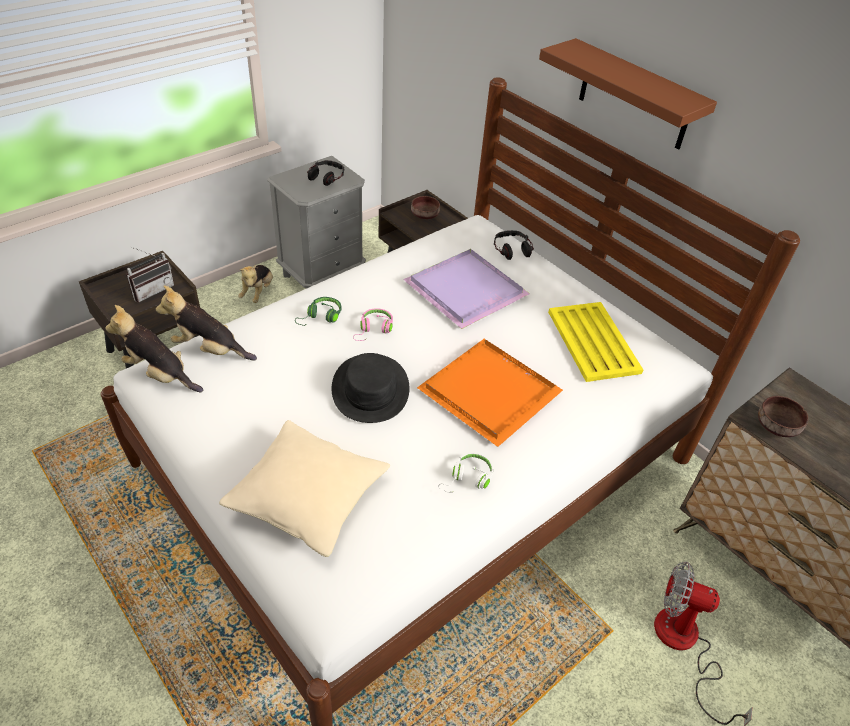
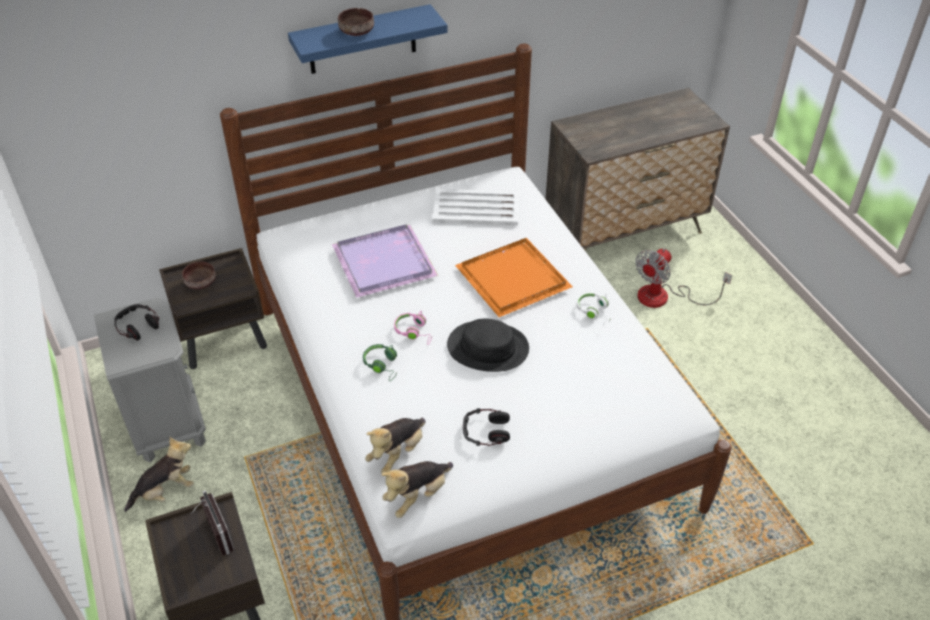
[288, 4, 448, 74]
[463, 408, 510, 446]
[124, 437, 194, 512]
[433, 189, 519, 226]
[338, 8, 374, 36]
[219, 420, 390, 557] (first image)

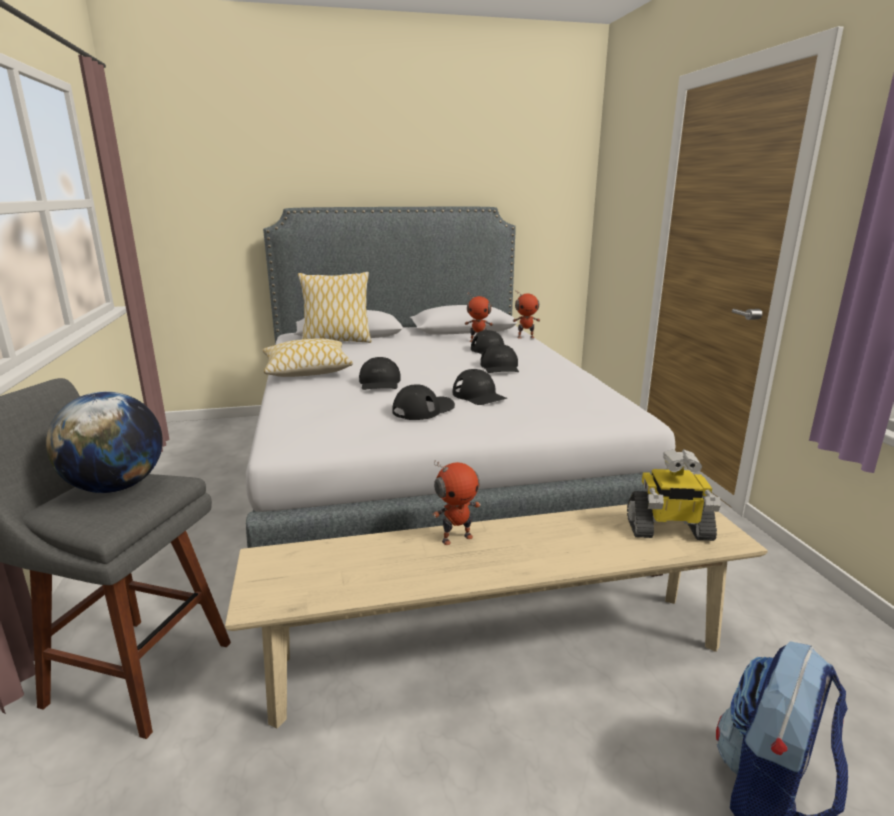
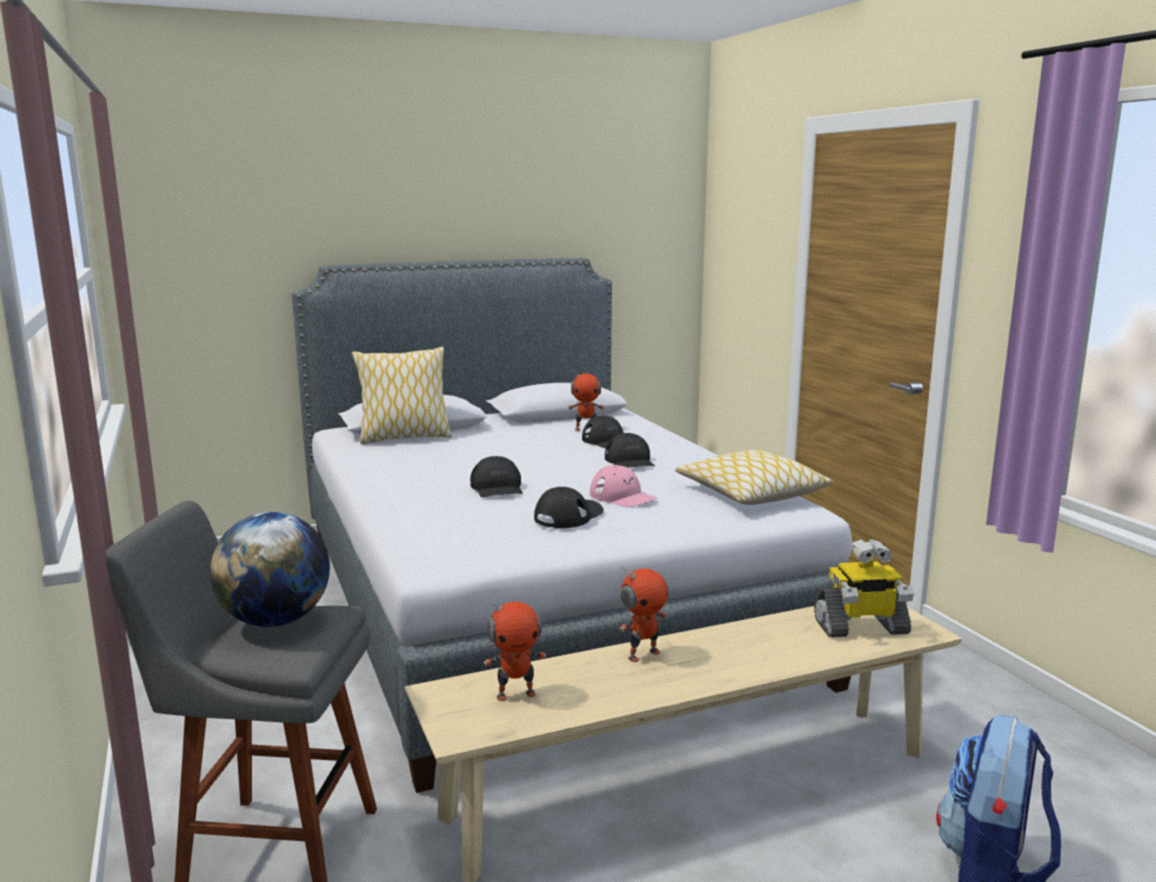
[484, 597, 546, 701]
[675, 450, 833, 505]
[590, 465, 658, 507]

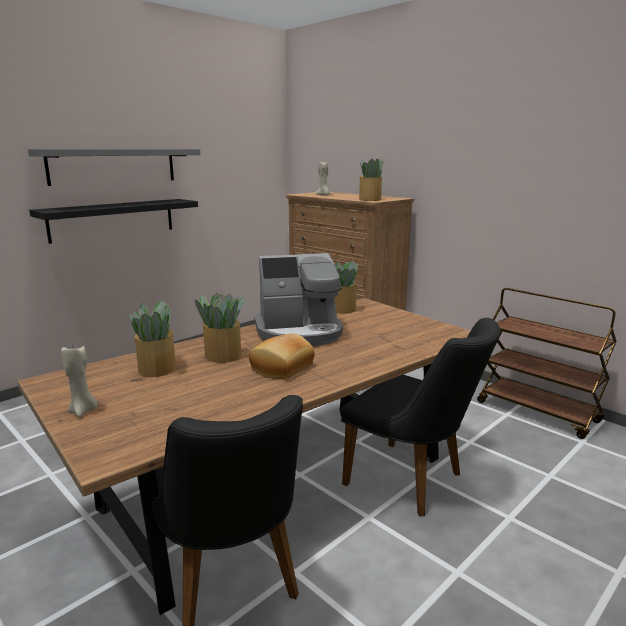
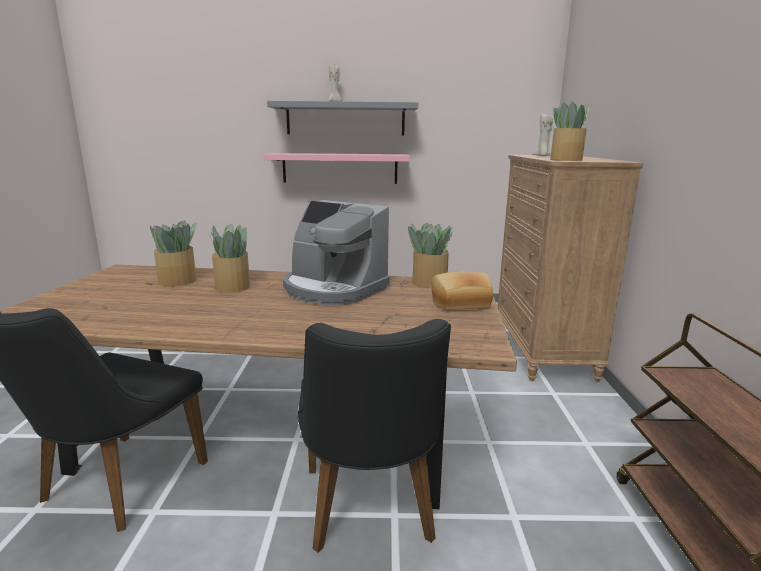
[263, 153, 410, 184]
[431, 271, 493, 310]
[329, 64, 342, 101]

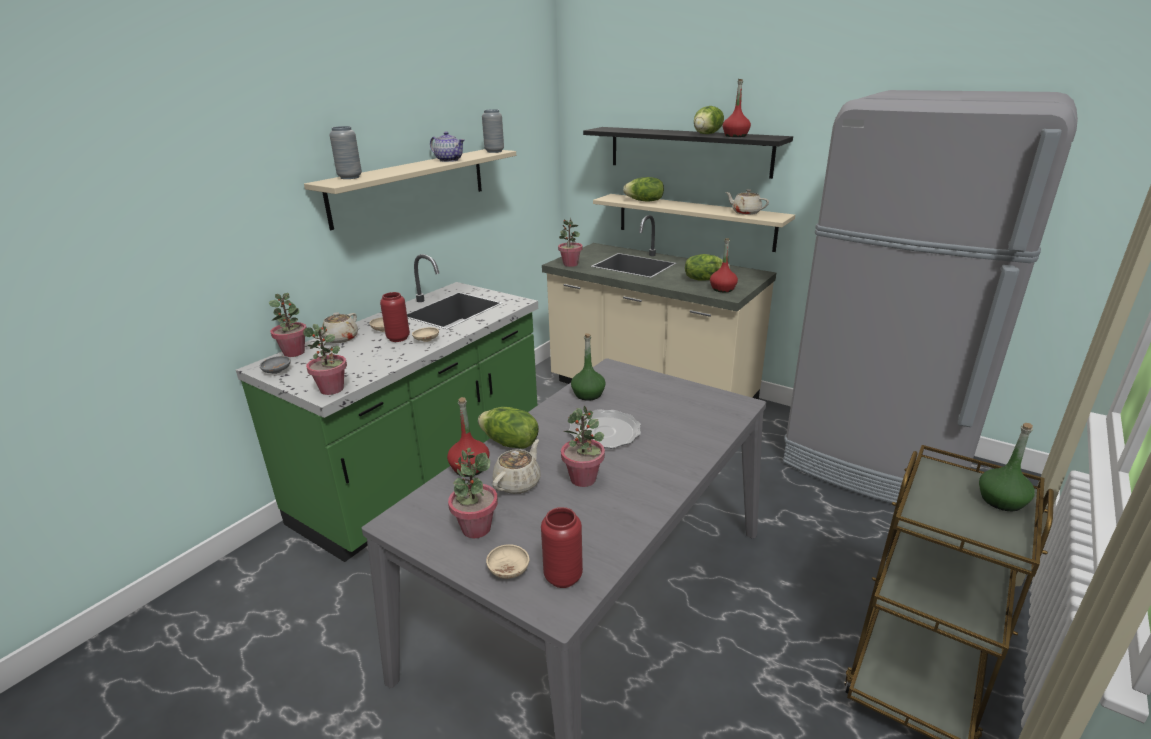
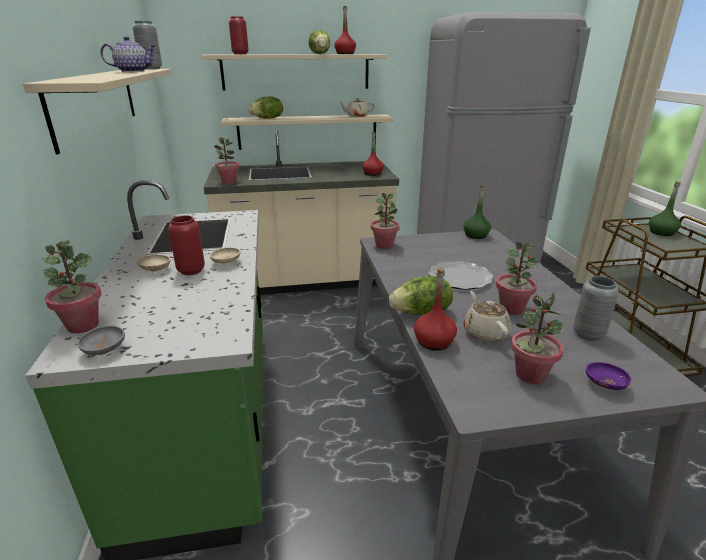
[573, 276, 619, 341]
[202, 54, 387, 91]
[685, 254, 730, 281] (first image)
[321, 312, 358, 343] (first image)
[371, 193, 400, 249]
[463, 185, 491, 239]
[229, 16, 249, 54]
[586, 362, 631, 390]

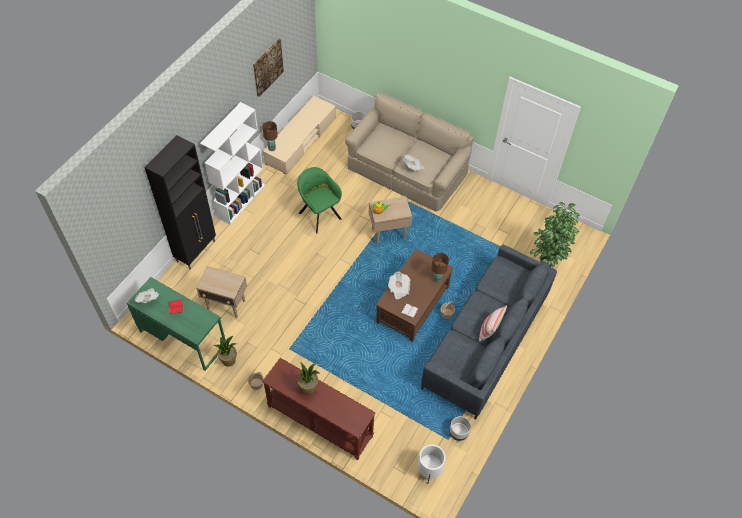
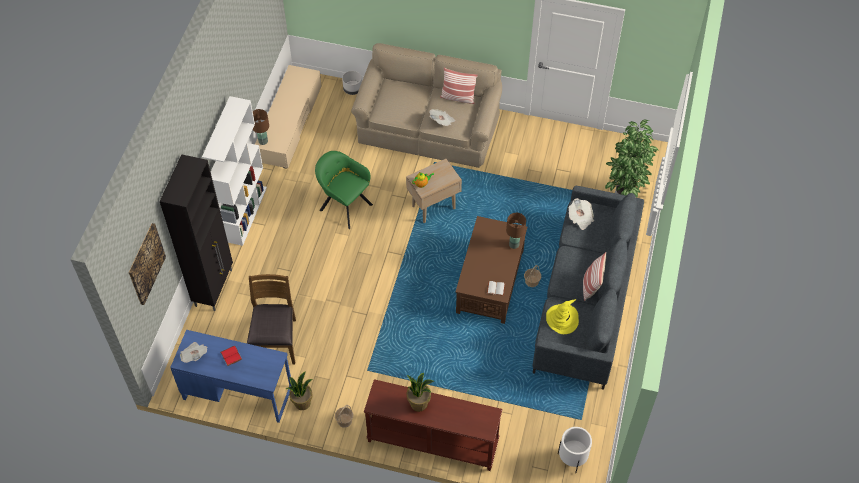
[128, 223, 166, 305]
[247, 274, 296, 365]
[569, 198, 594, 230]
[170, 330, 292, 423]
[449, 416, 471, 441] (first image)
[440, 67, 478, 104]
[546, 299, 579, 334]

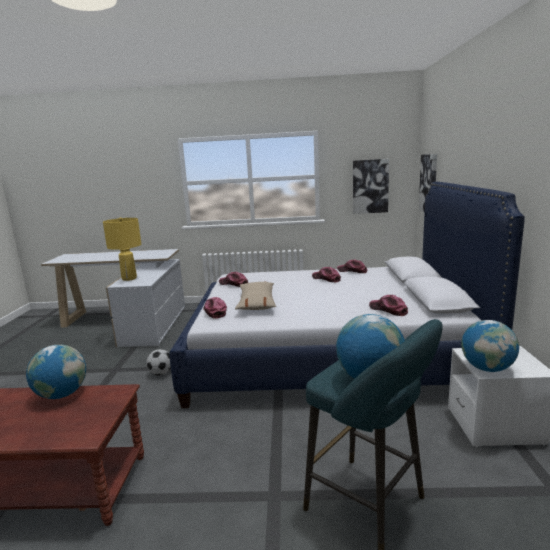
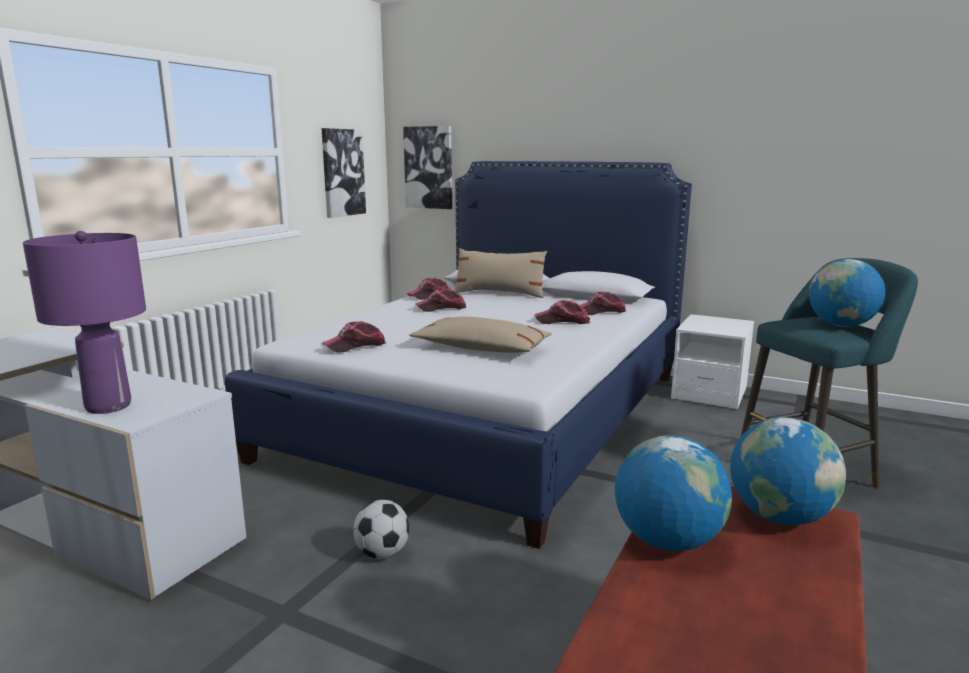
[23, 231, 146, 414]
[534, 300, 590, 324]
[730, 417, 846, 525]
[454, 248, 547, 298]

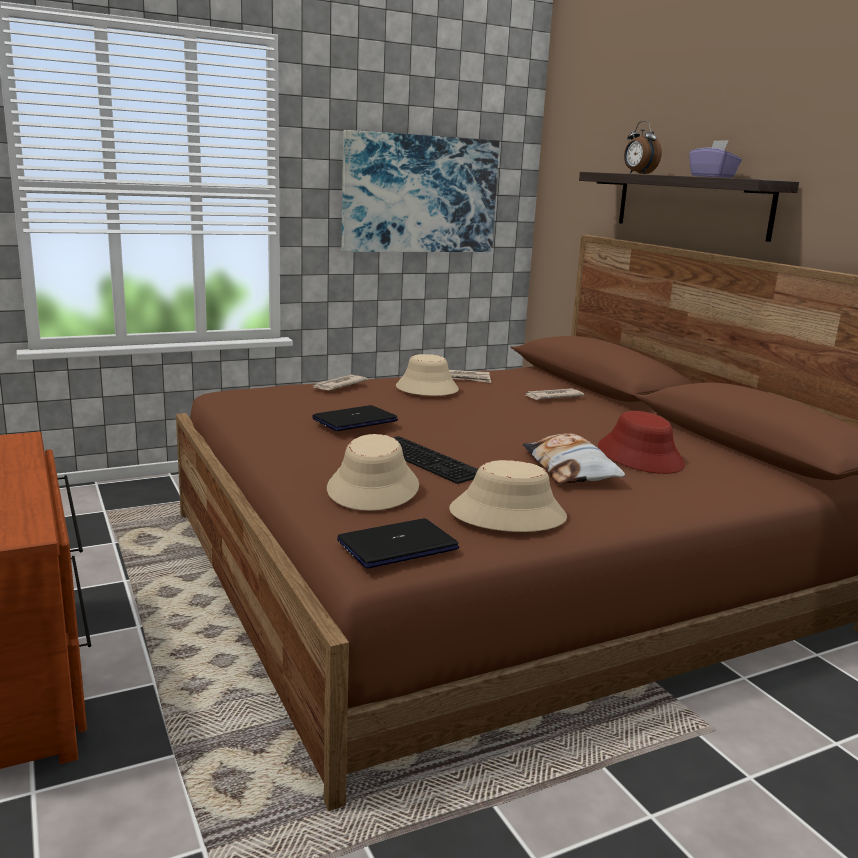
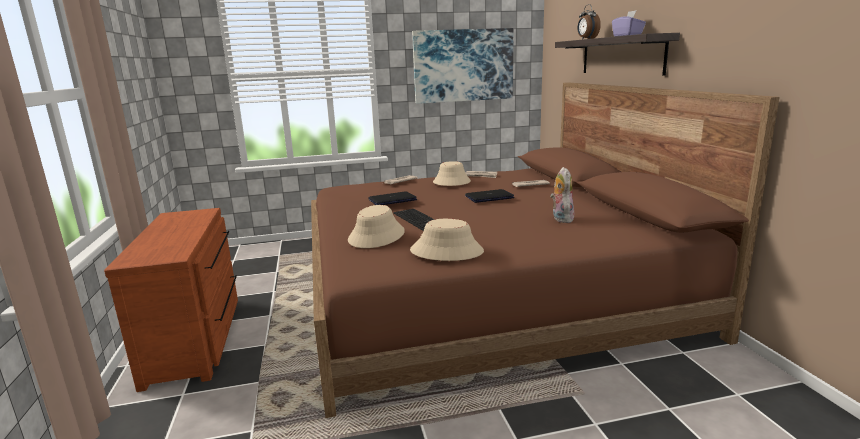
[550, 167, 574, 223]
[522, 433, 625, 484] (first image)
[465, 189, 515, 203]

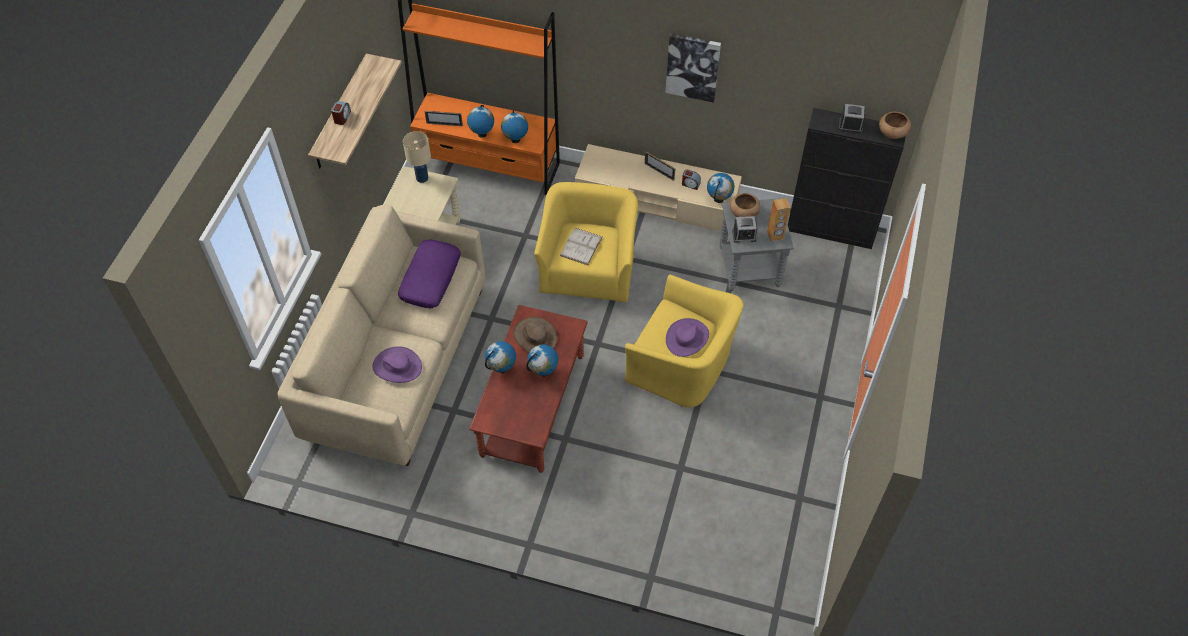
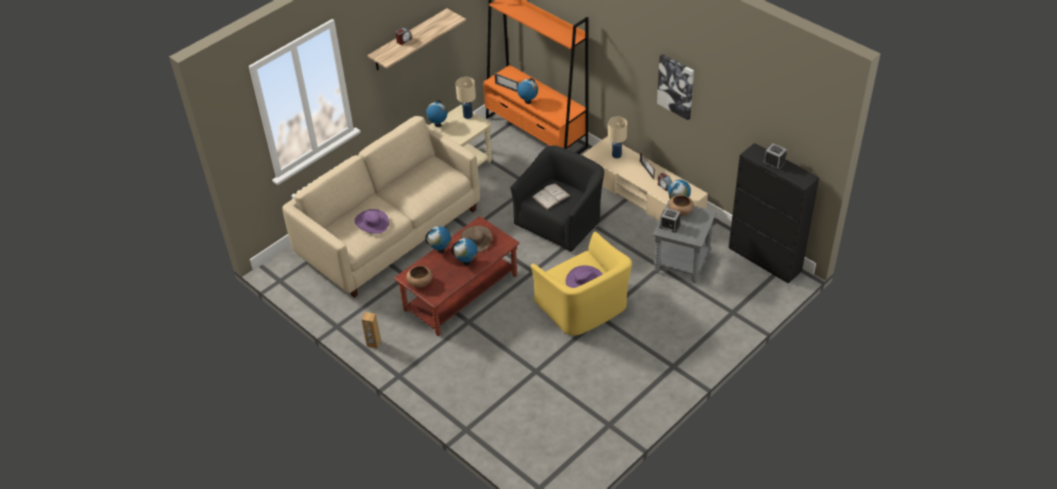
[426, 101, 447, 127]
[406, 266, 432, 288]
[510, 145, 604, 252]
[361, 312, 381, 349]
[398, 239, 461, 309] (first image)
[608, 117, 627, 159]

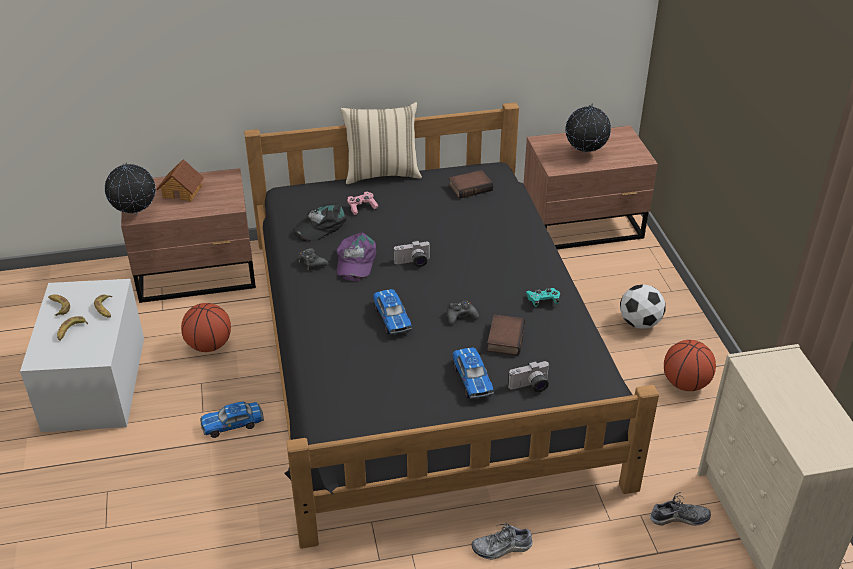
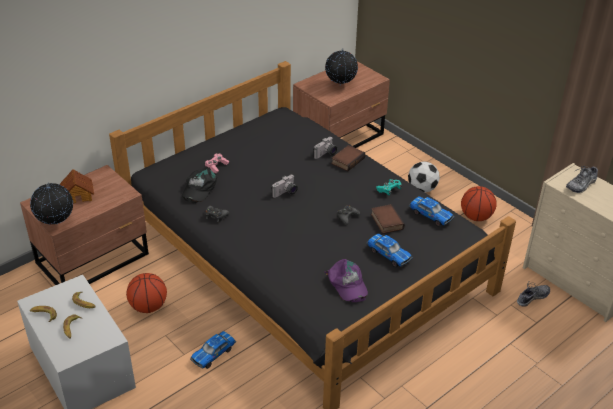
[341, 102, 422, 184] (first image)
[331, 145, 365, 171]
[324, 259, 368, 302]
[409, 196, 454, 227]
[313, 137, 337, 159]
[566, 166, 598, 193]

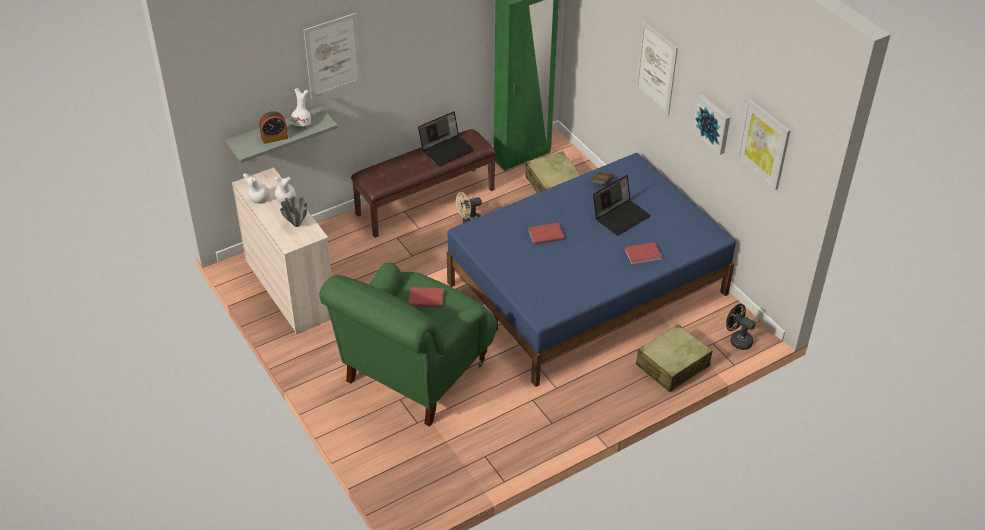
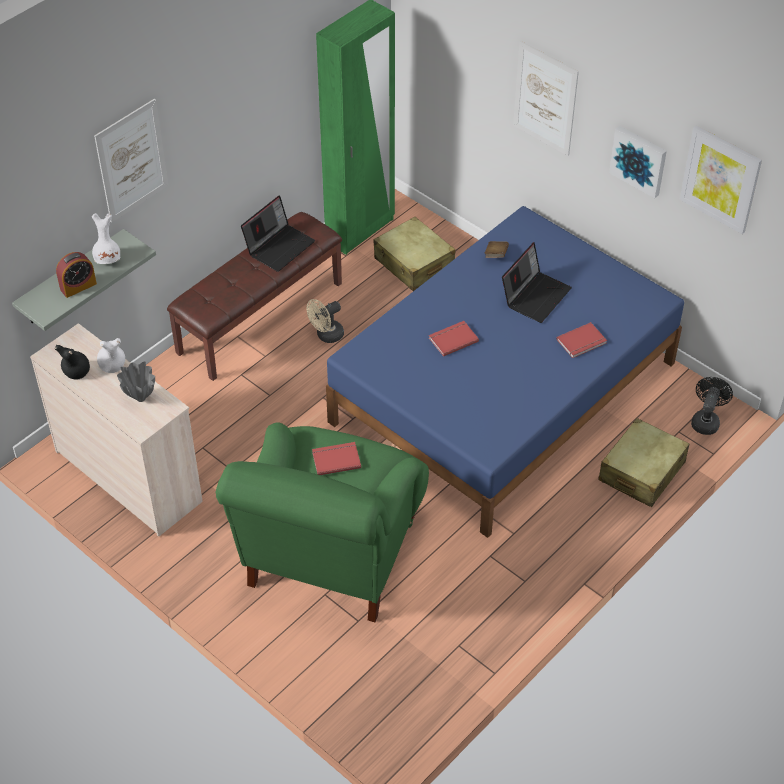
[55, 345, 90, 380]
[691, 377, 733, 435]

